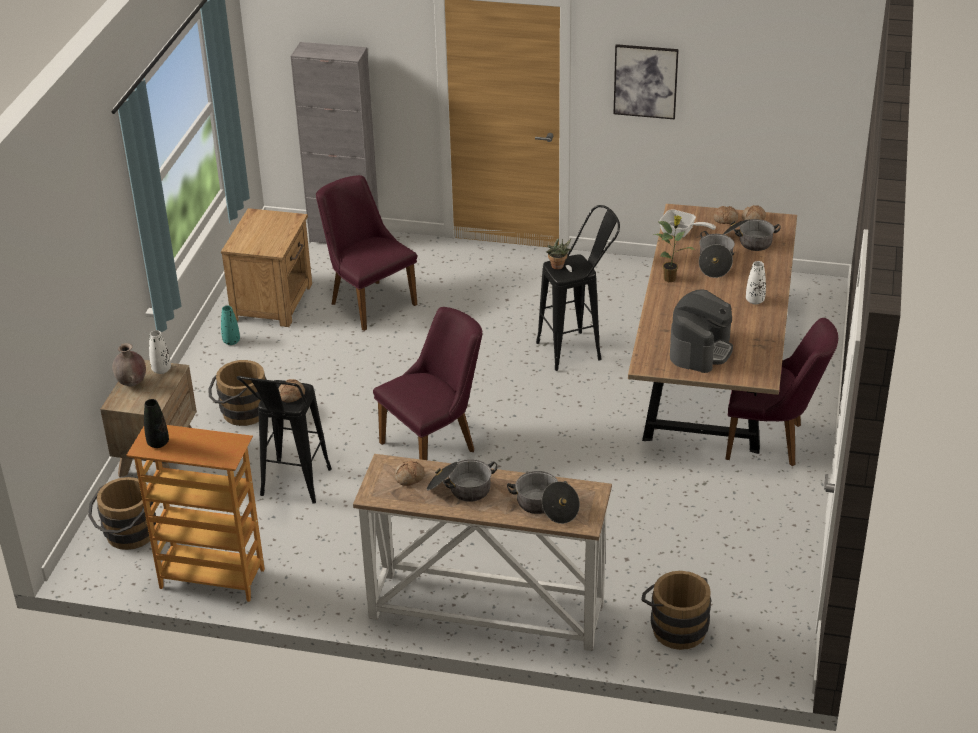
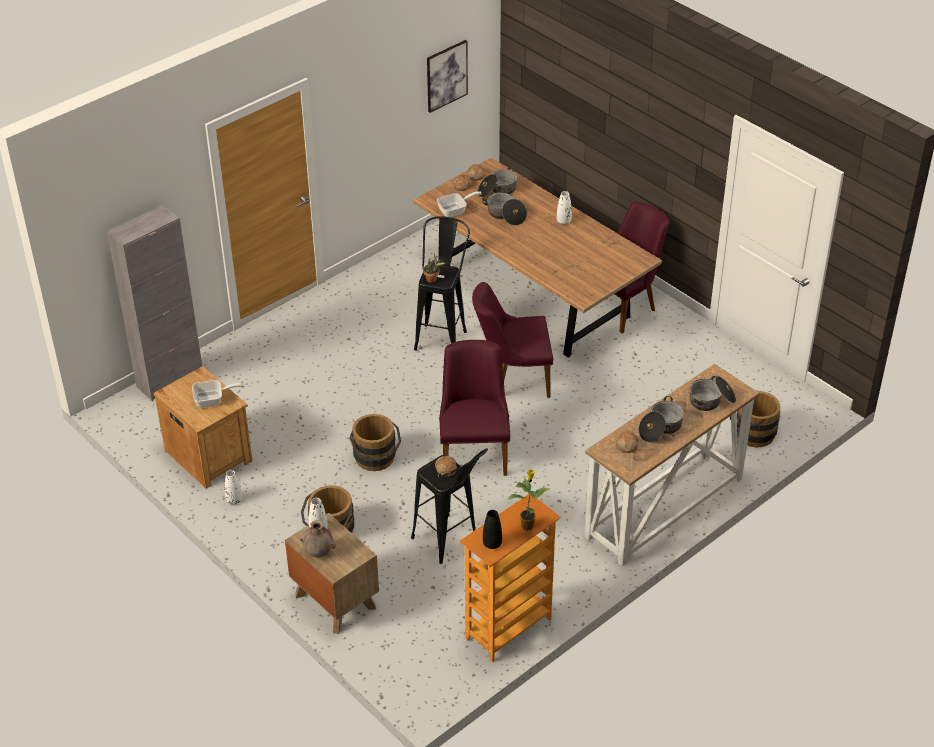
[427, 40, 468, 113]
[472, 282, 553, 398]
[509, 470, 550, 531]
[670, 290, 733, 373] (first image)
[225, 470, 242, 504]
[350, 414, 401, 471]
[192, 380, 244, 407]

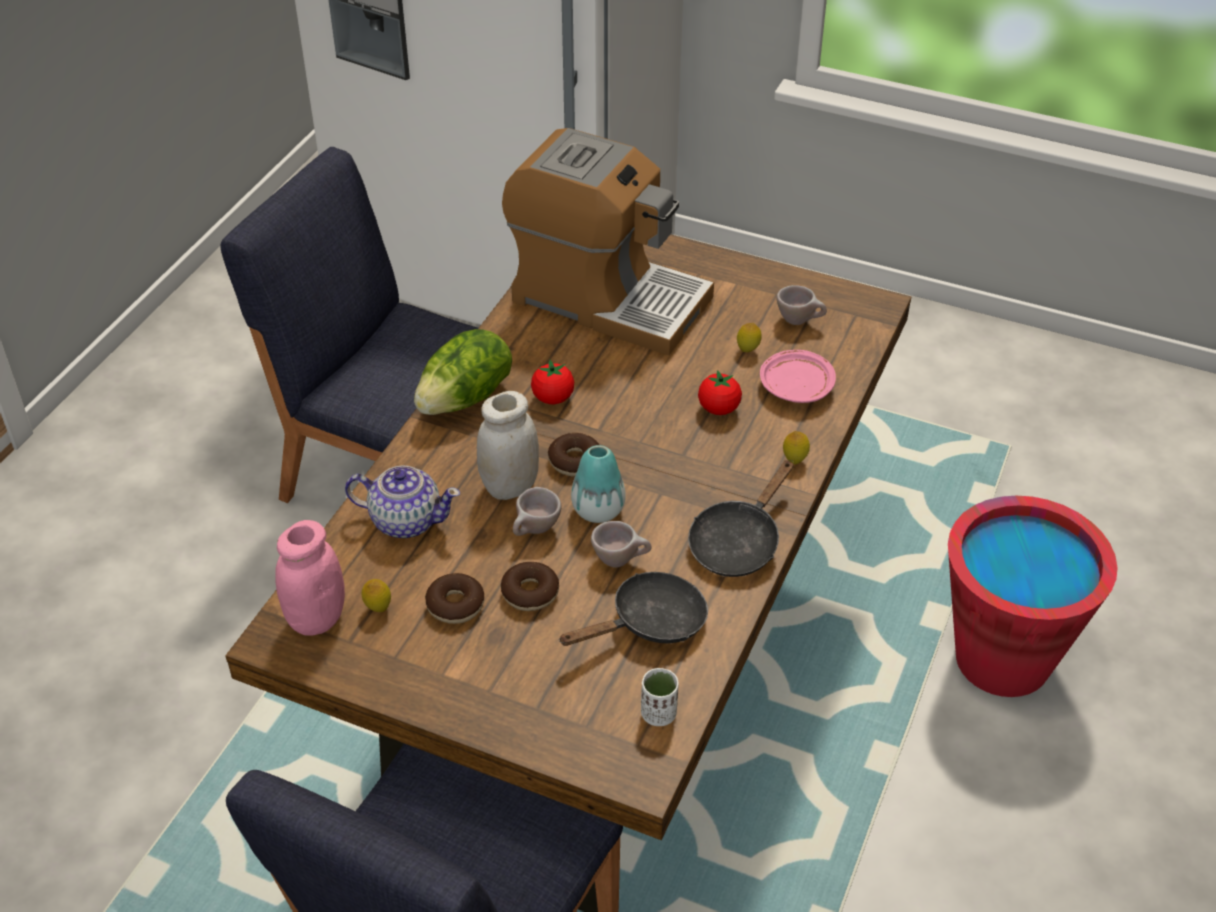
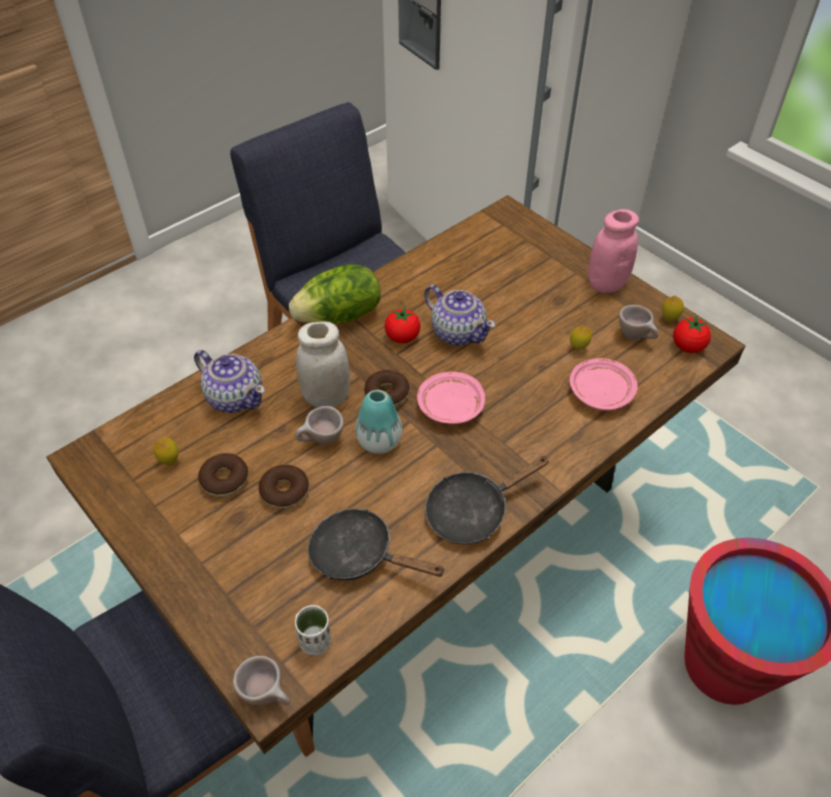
[502, 128, 714, 355] (first image)
[673, 316, 711, 353]
[662, 296, 684, 322]
[588, 209, 639, 293]
[233, 656, 291, 705]
[308, 509, 446, 580]
[424, 285, 496, 346]
[417, 372, 485, 424]

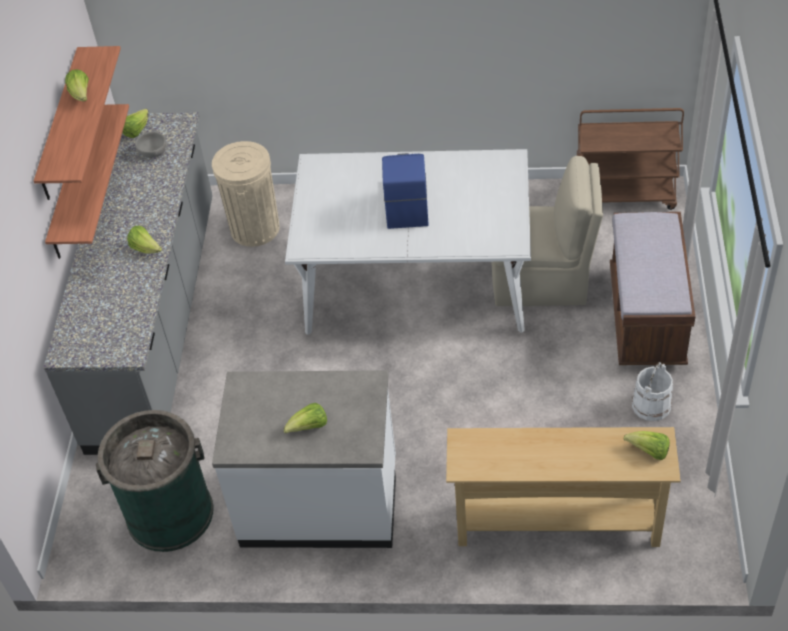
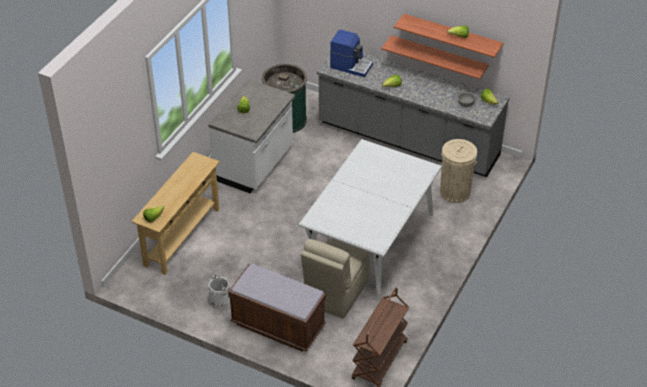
[330, 30, 373, 77]

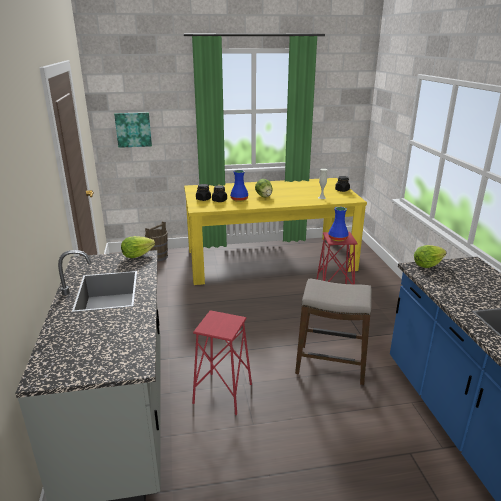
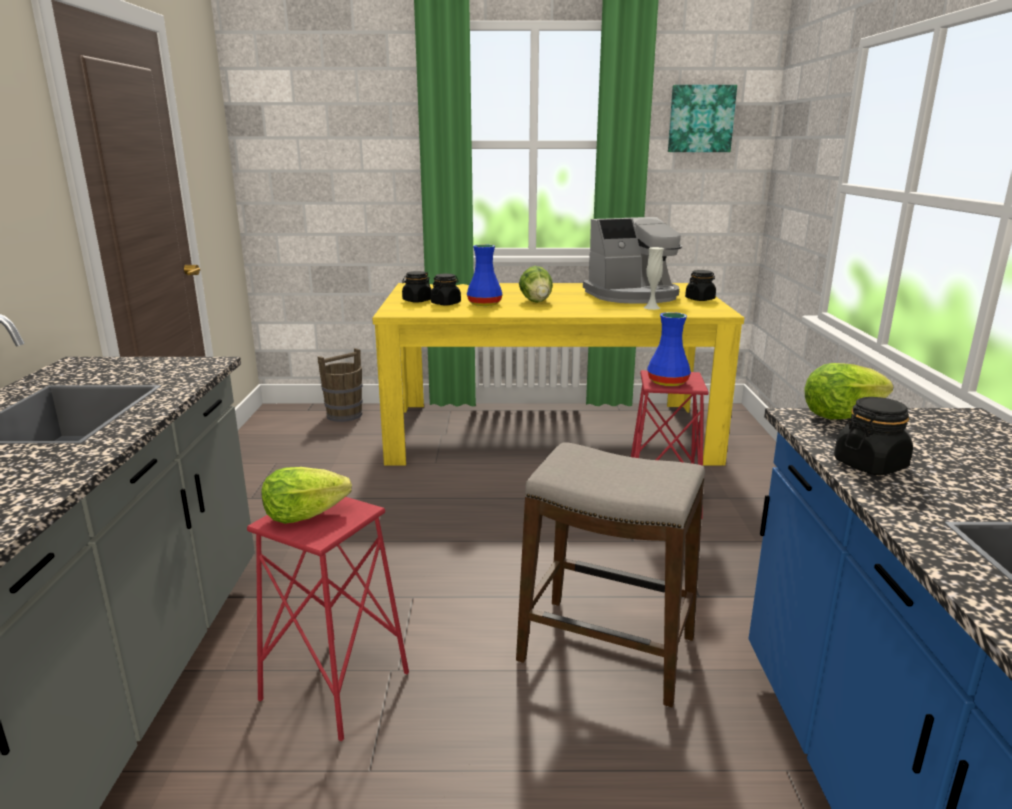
[668, 85, 737, 152]
[261, 467, 352, 524]
[583, 217, 682, 304]
[834, 397, 913, 475]

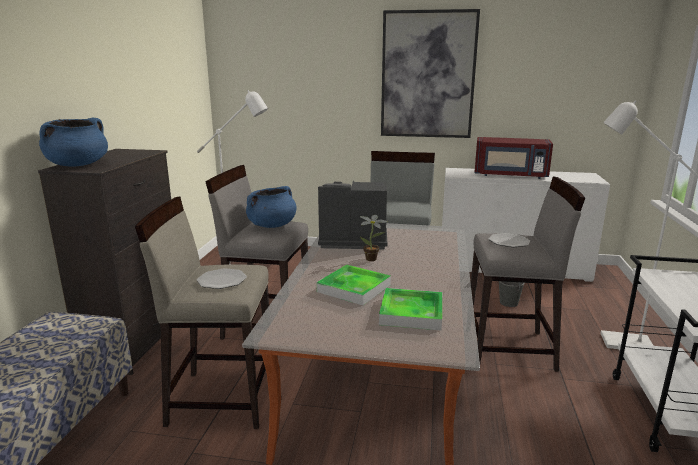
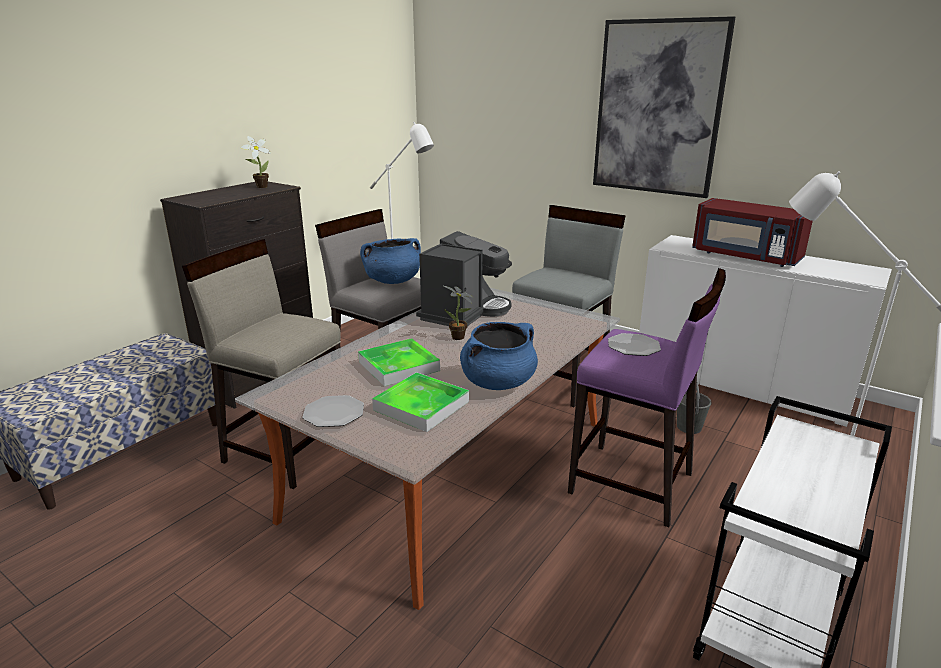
[460, 322, 538, 390]
[568, 268, 726, 527]
[416, 231, 512, 326]
[302, 395, 364, 427]
[241, 136, 271, 188]

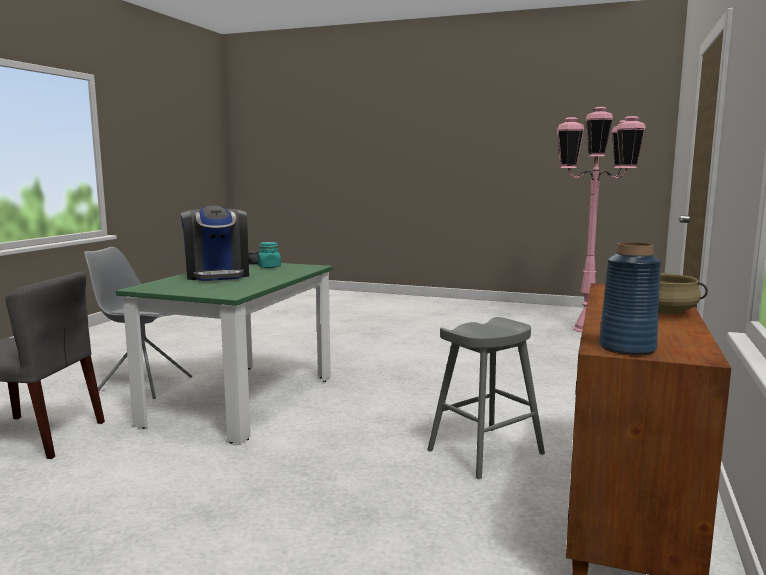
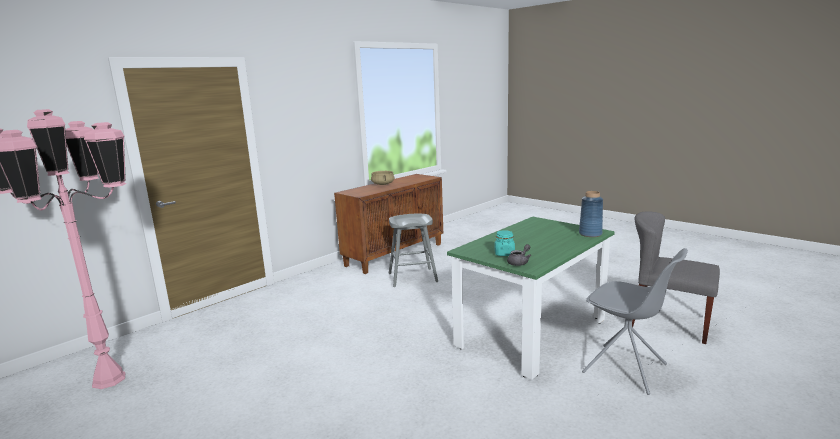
[180, 206, 249, 281] (first image)
[579, 191, 603, 237]

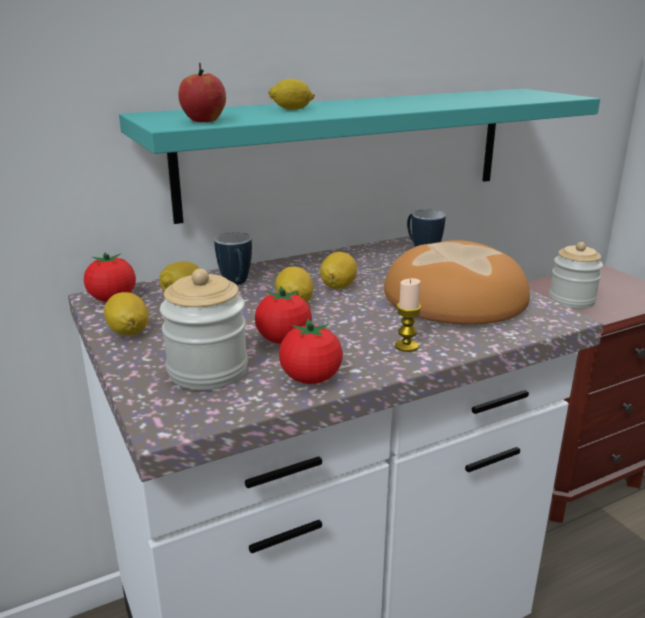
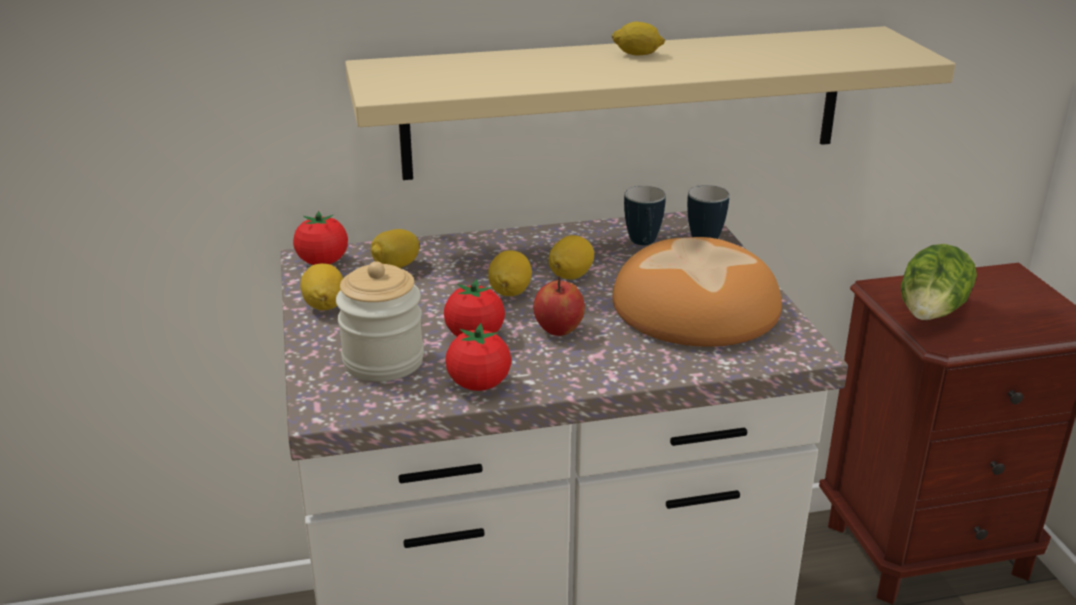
[533, 276, 585, 336]
[611, 22, 666, 55]
[345, 26, 955, 180]
[624, 186, 666, 245]
[901, 244, 977, 320]
[395, 278, 421, 352] (first image)

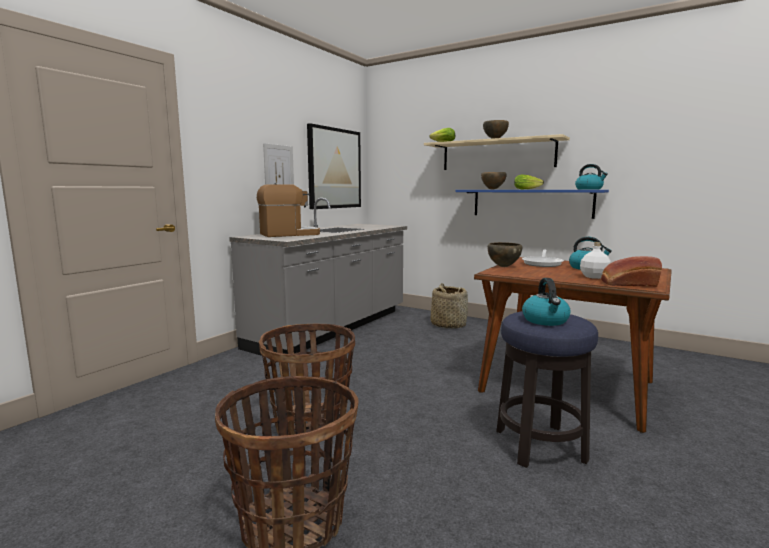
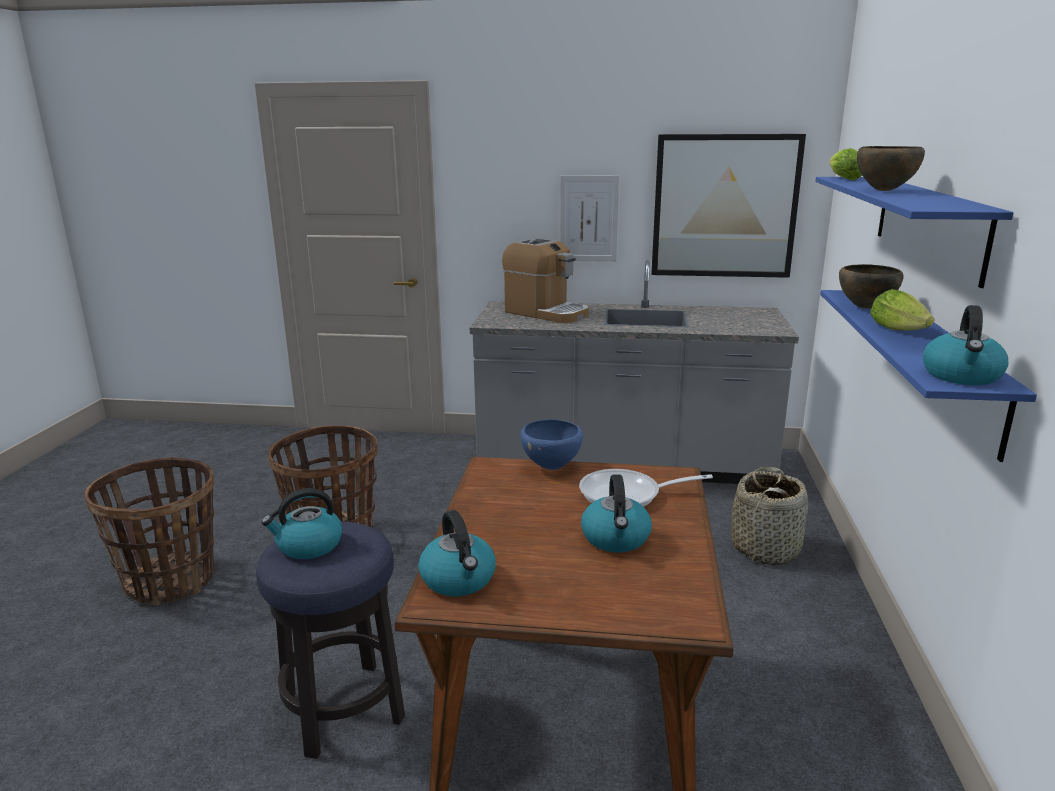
[815, 177, 1014, 288]
[521, 419, 583, 470]
[580, 242, 611, 279] (first image)
[418, 510, 496, 596]

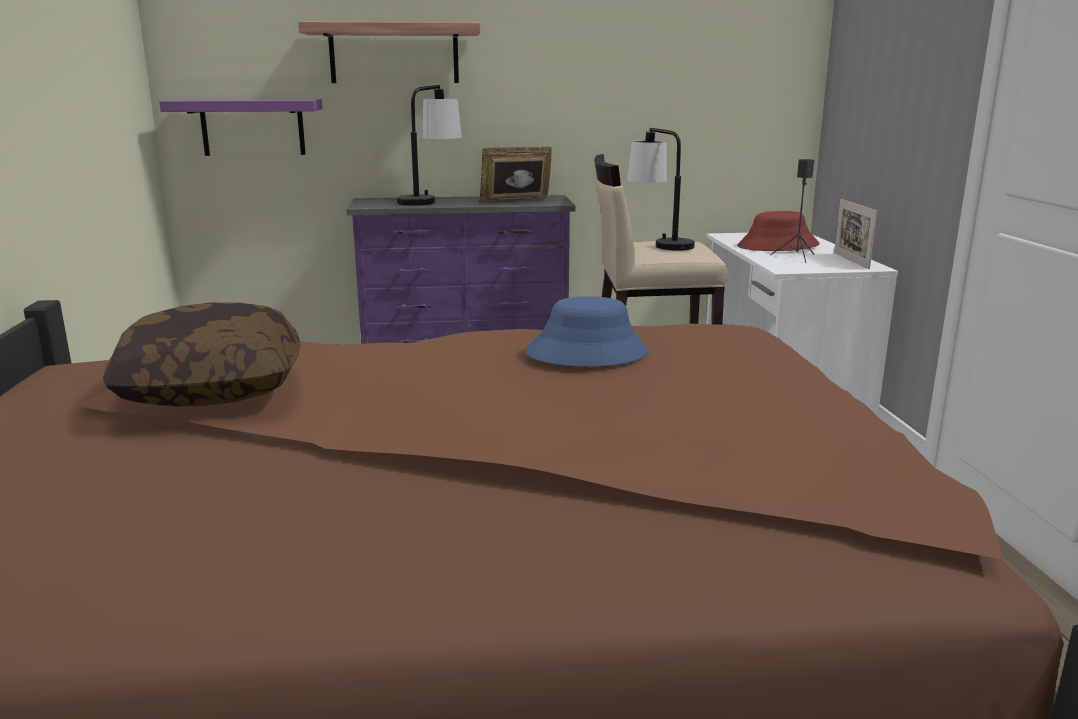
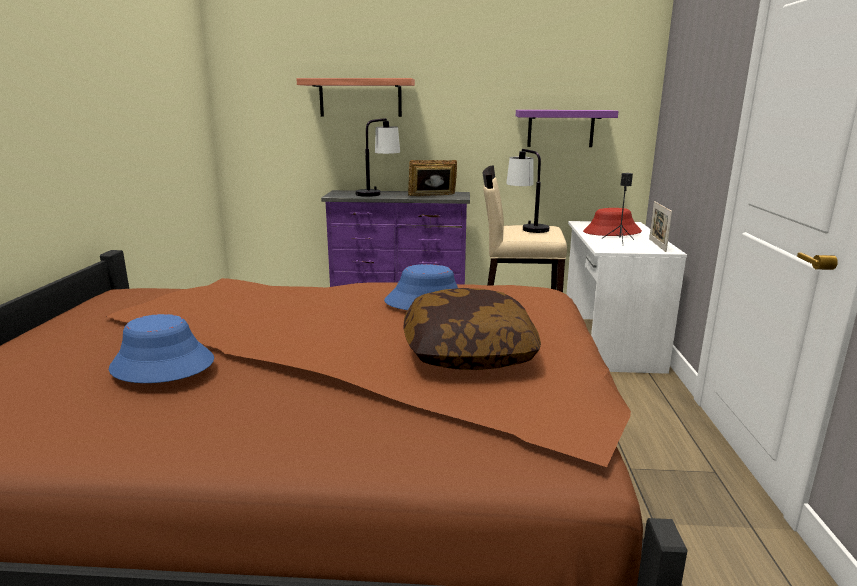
[516, 110, 619, 147]
[403, 288, 541, 370]
[109, 314, 214, 383]

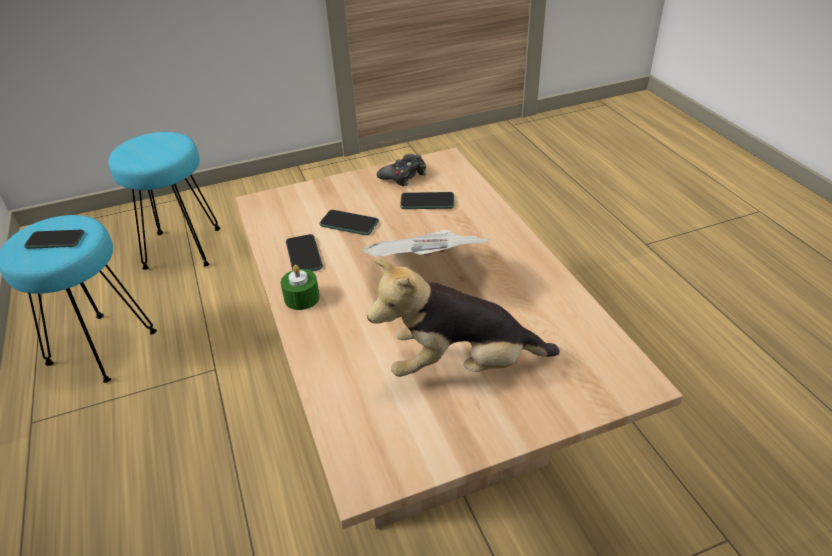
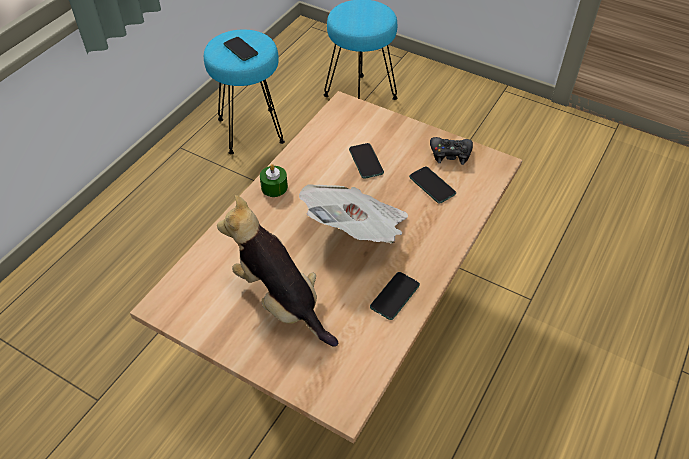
[370, 272, 420, 320]

